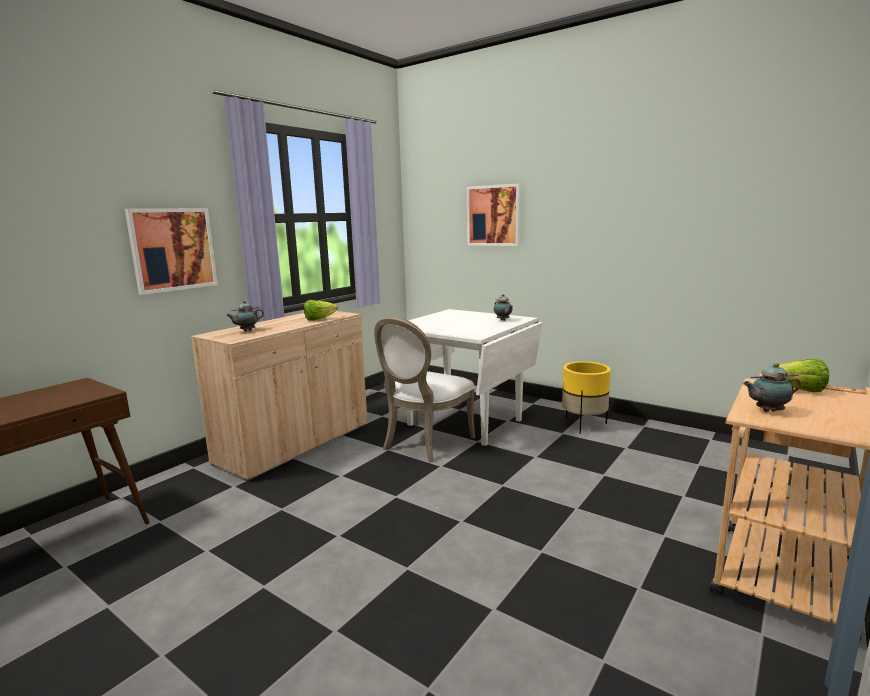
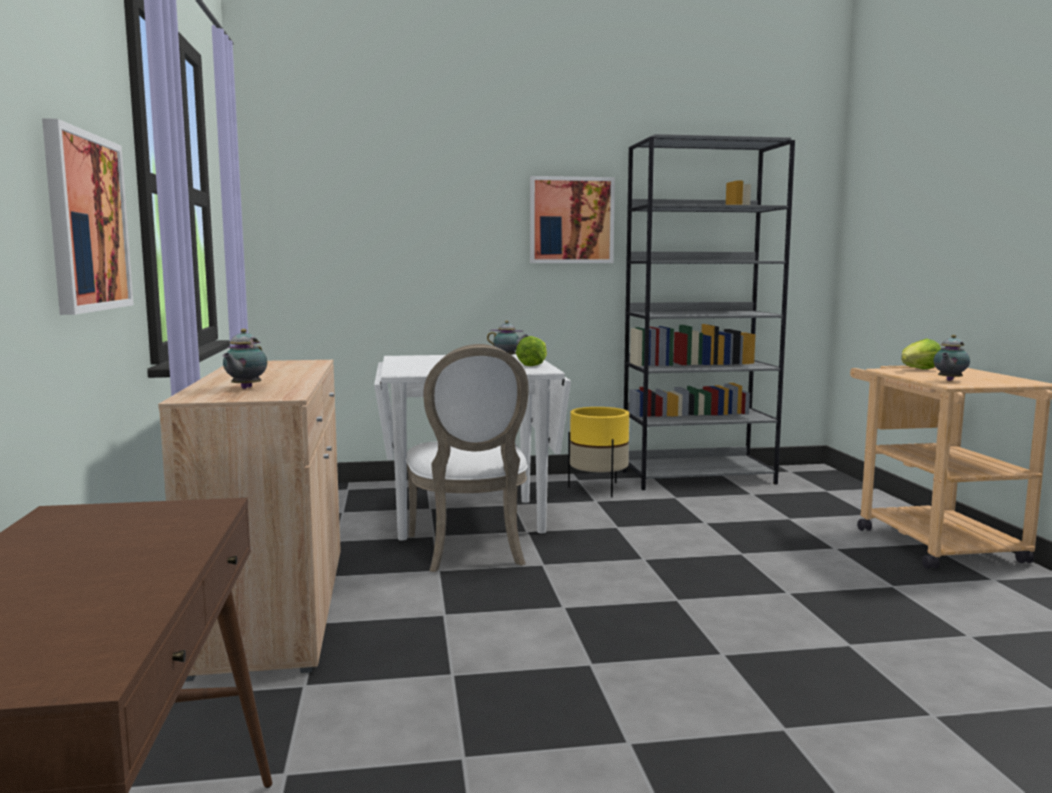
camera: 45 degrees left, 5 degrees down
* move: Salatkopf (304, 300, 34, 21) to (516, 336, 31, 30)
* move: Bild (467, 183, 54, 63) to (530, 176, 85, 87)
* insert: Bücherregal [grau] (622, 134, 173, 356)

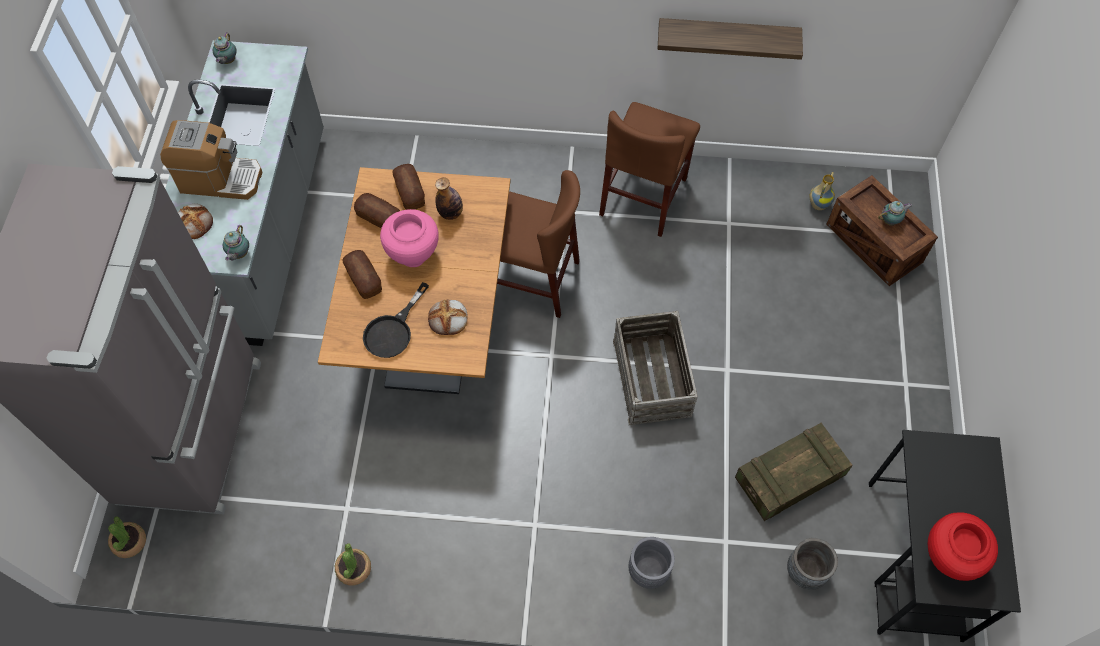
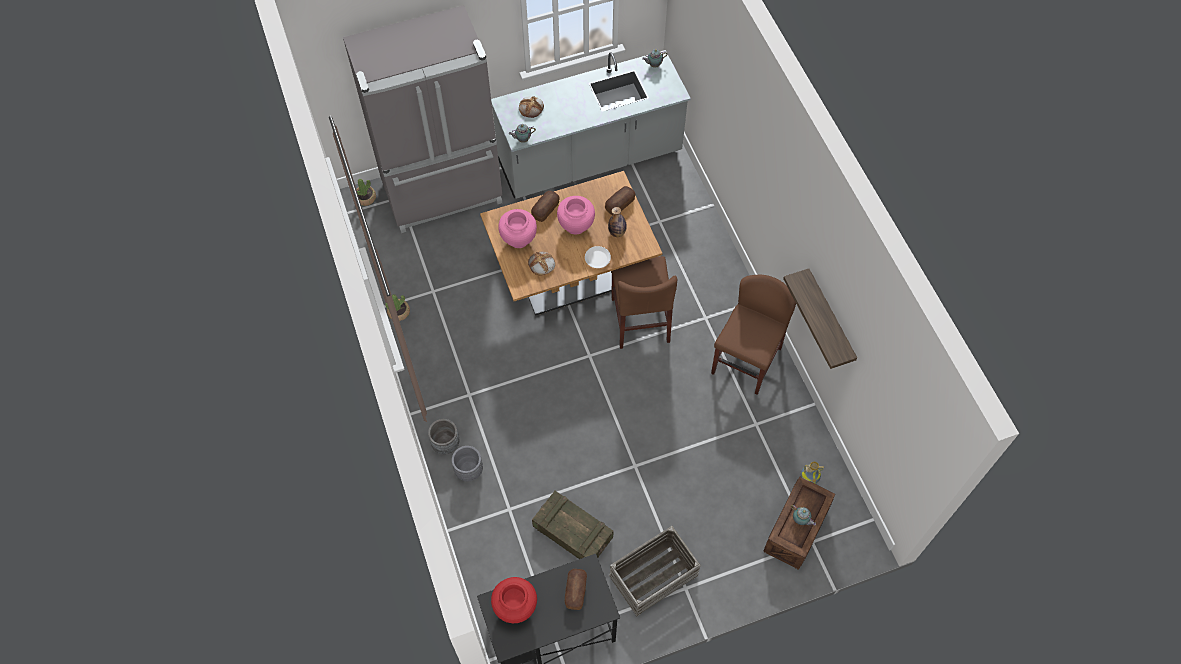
camera: 65 degrees right, 0 degrees up
* delete: Kaffeemaschine (160, 120, 102, 80)
* move: Brot (354, 193, 46, 35) to (565, 569, 22, 41)
* replace: Pfanne [schwarz] (363, 282, 66, 76) to Vase [rosa] (498, 209, 39, 39)
* rotate: Stuhl [braun] (599, 102, 101, 135) = (711, 275, 85, 120) 120 degrees clockwise
* move: Kiste (613, 311, 85, 114) to (609, 526, 92, 90)
* move: Pflanzkübel [grau] (787, 538, 51, 52) to (428, 419, 31, 35)
* insert: Teller [weiß] (585, 246, 26, 22)

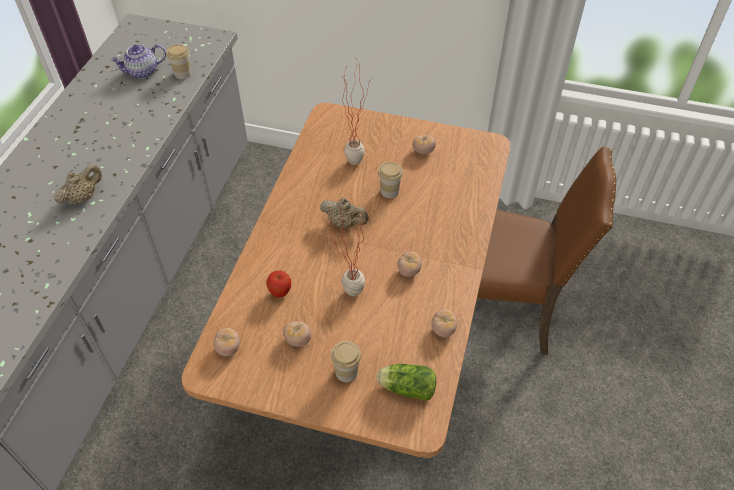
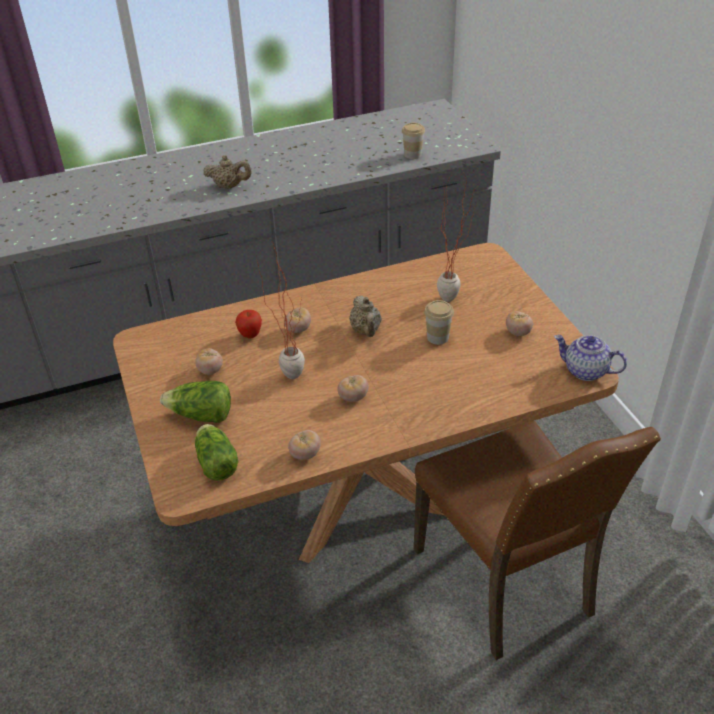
camera: 55 degrees right, 10 degrees down
* move: Teekanne (110, 44, 56, 35) to (554, 335, 73, 46)
* move: Tomate (213, 328, 27, 29) to (284, 308, 27, 25)
* replace: Tasse (331, 341, 30, 41) to Salatkopf (160, 381, 71, 42)

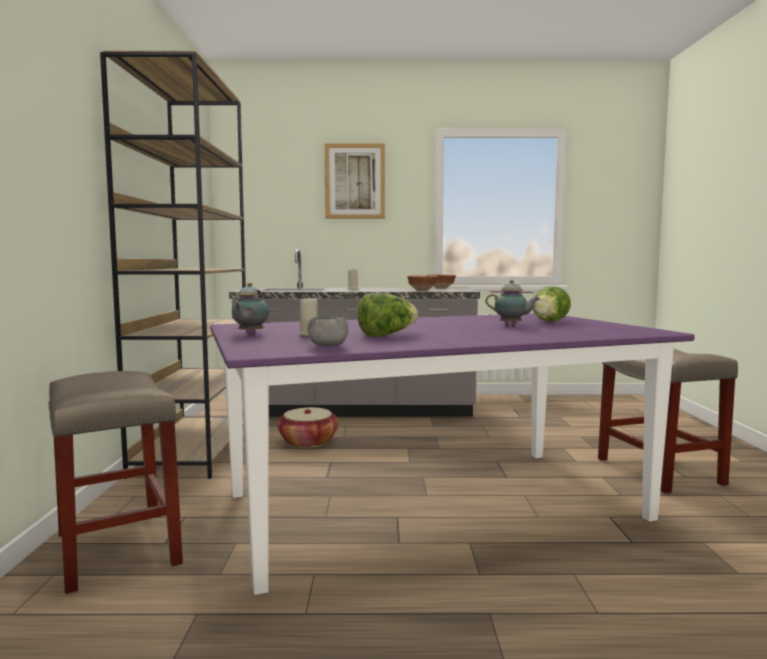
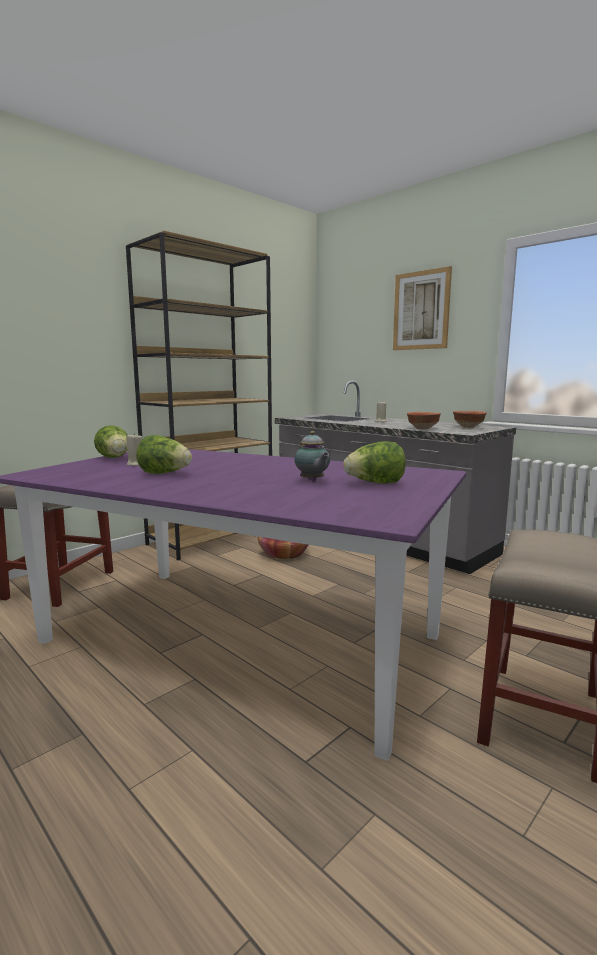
camera: 45 degrees right, 5 degrees up
* replace: Teekanne (232, 283, 37, 52) to Salatkopf (94, 425, 34, 33)
* delete: Schüssel [grau] (307, 316, 42, 31)

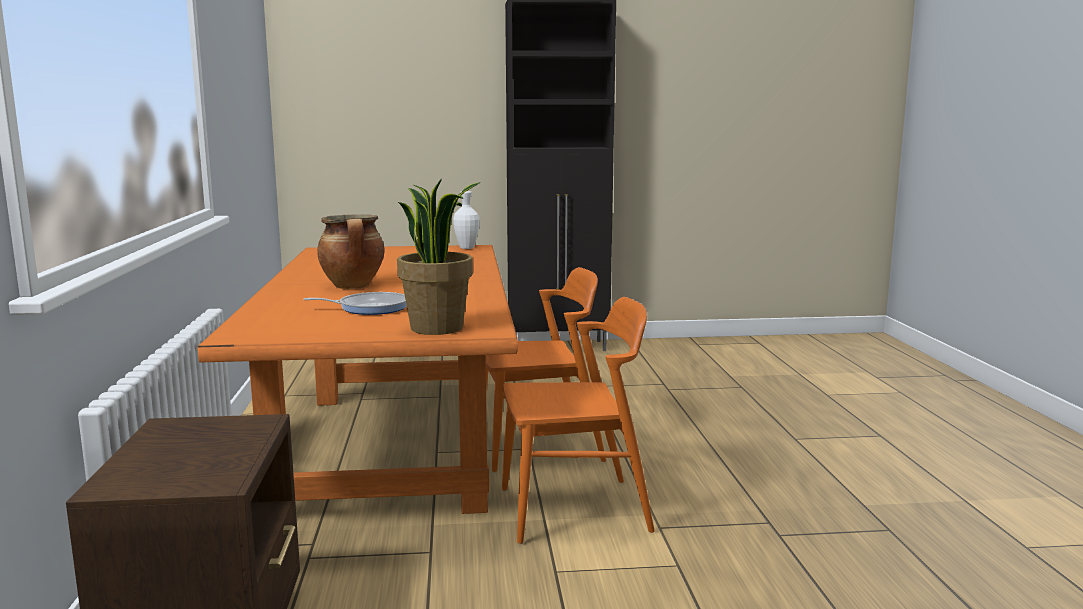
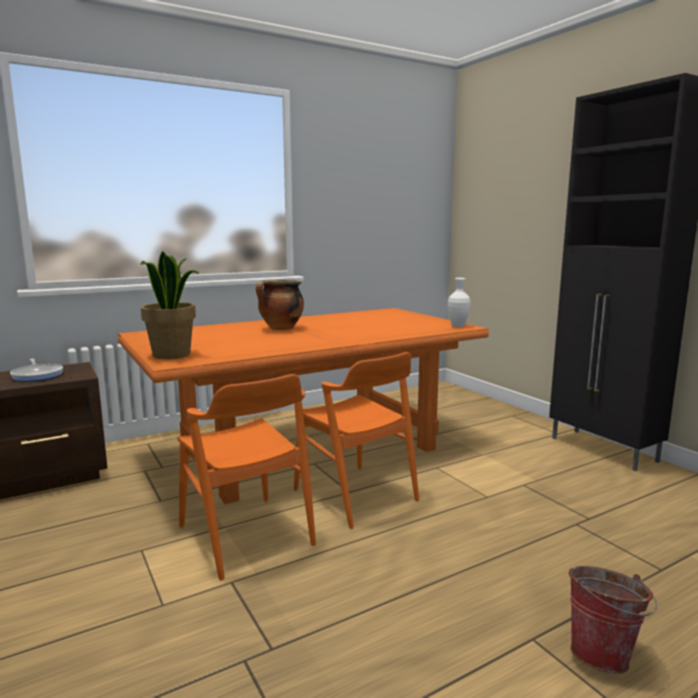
camera: 65 degrees right, 0 degrees up
* move: Pfanne (303, 292, 104, 23) to (10, 359, 53, 22)
* insert: Eimer (569, 566, 88, 108)

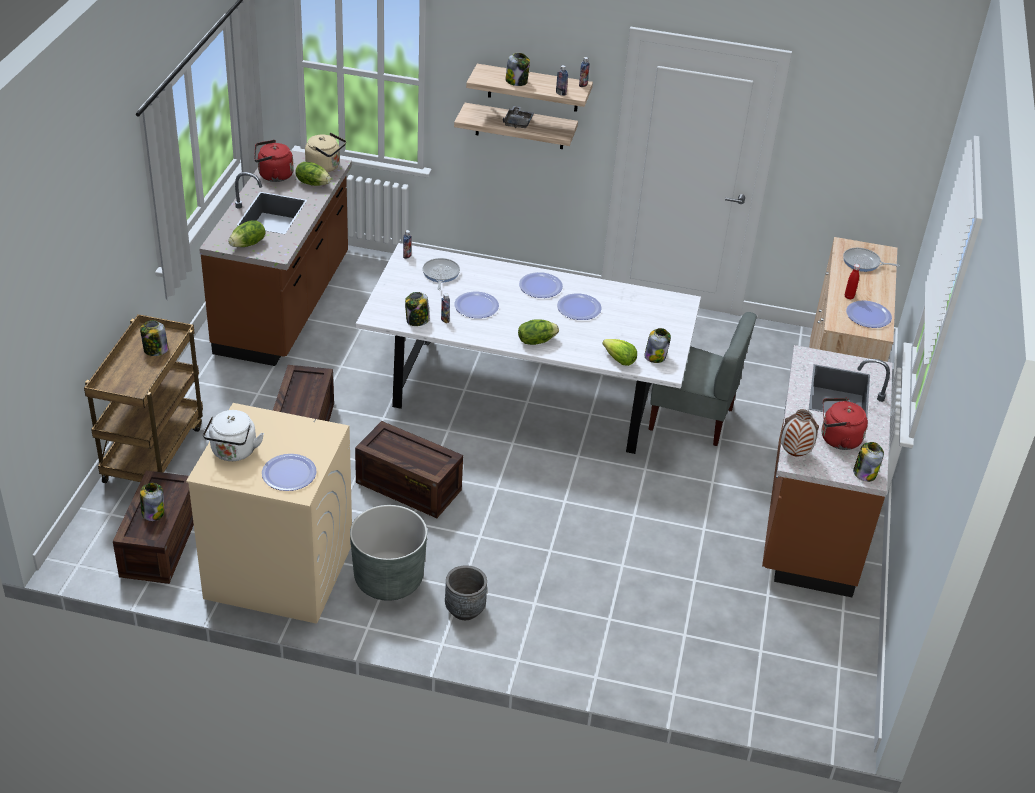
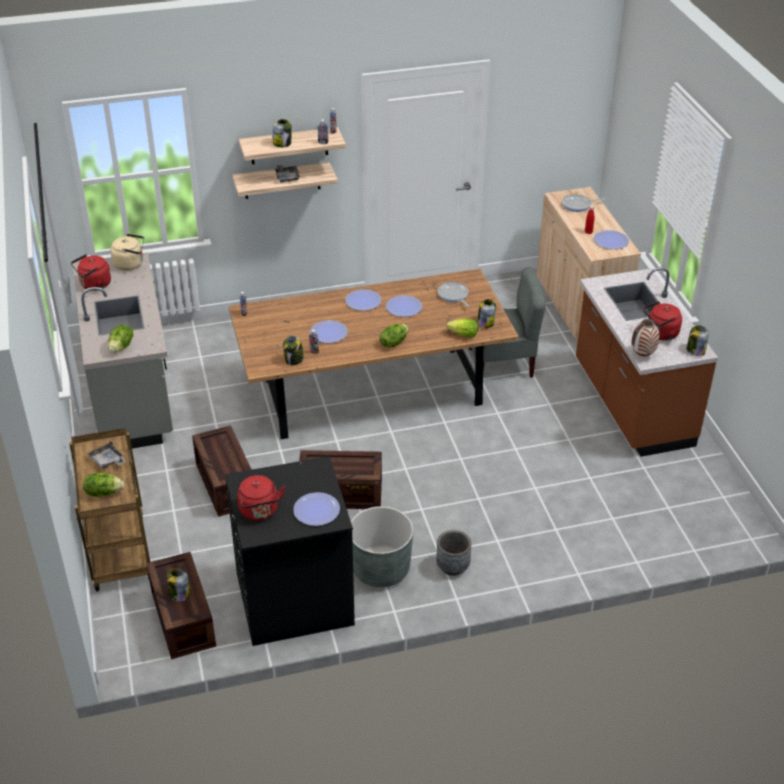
camera: 25 degrees left, 0 degrees up
* replace: Vorratsglas (140, 320, 29, 36) to Tablett [grau] (87, 441, 39, 27)
* recolor: Waschmaschine [beige] (186, 403, 166, 221) to Waschmaschine [schwarz] (225, 456, 130, 190)
* recolor: Küchenzeile [braun] (199, 150, 153, 216) to Küchenzeile [grau] (73, 252, 100, 197)
* recolor: Wasserkessel [weiß] (203, 410, 61, 51) to Wasserkessel [rot] (237, 475, 48, 46)
* move: Salatkopf (295, 162, 36, 24) to (83, 472, 41, 25)
* recolor: Esstisch [weiß] (356, 243, 345, 211) to Esstisch [braun] (229, 269, 290, 170)
* move: Pfanne (423, 258, 37, 32) to (438, 282, 31, 25)

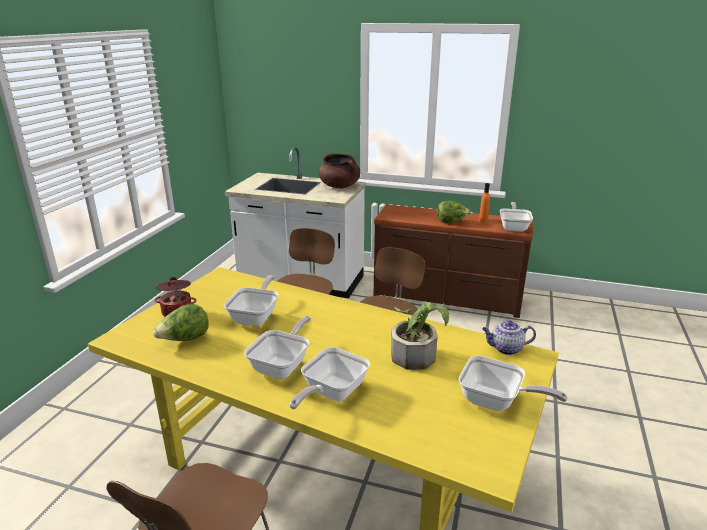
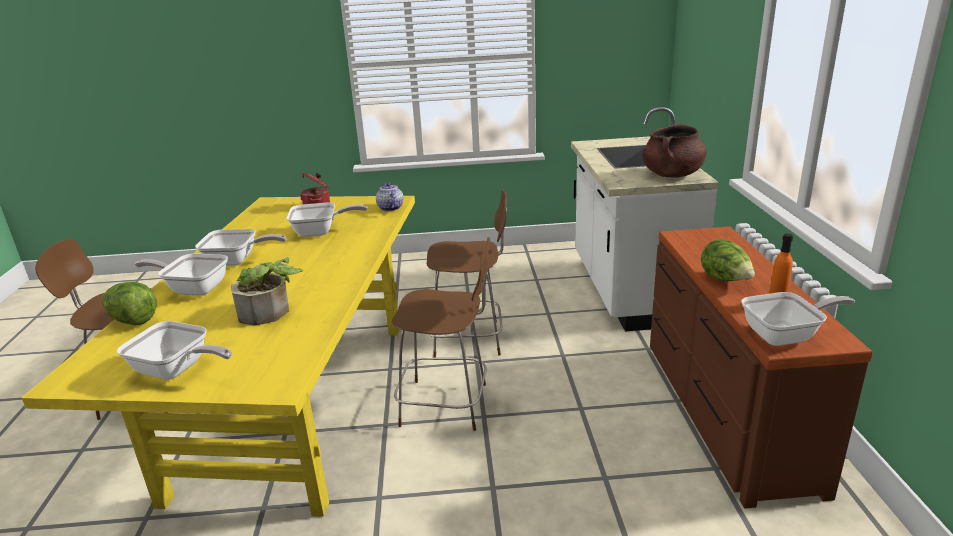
camera: 70 degrees right, 0 degrees up
* move: Salatkopf (153, 304, 56, 37) to (102, 282, 55, 44)
* rotate: Pfanne (458, 356, 110, 55) = (117, 321, 115, 59) 75 degrees counterclockwise
* move: Teekanne (482, 320, 54, 35) to (376, 183, 28, 28)

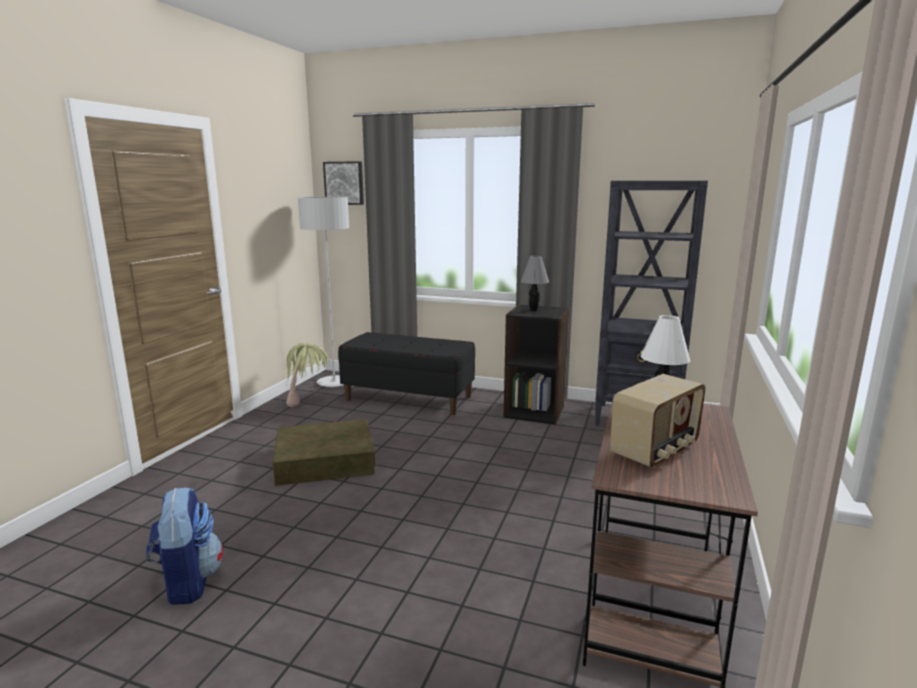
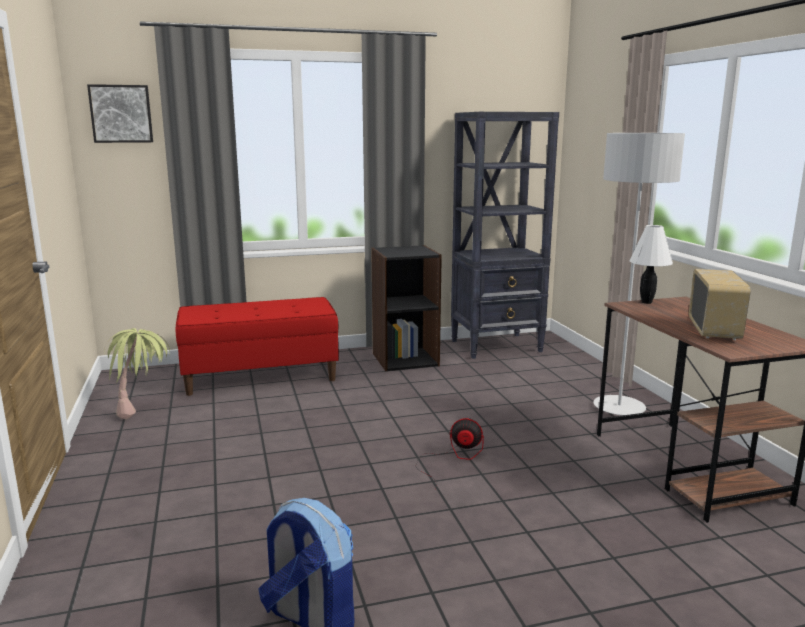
camera: 35 degrees left, 0 degrees up
* delete: Aufbewahrungsbox [braun] (272, 419, 103, 67)
* move: Stehlampe [grau] (298, 197, 51, 190) to (593, 133, 92, 282)
* recolor: Bank [schwarz] (338, 332, 137, 83) to Bank [rot] (176, 297, 163, 99)
* delete: Tischlampe [grau] (521, 256, 28, 55)
* insert: Ventilator (417, 418, 67, 72)

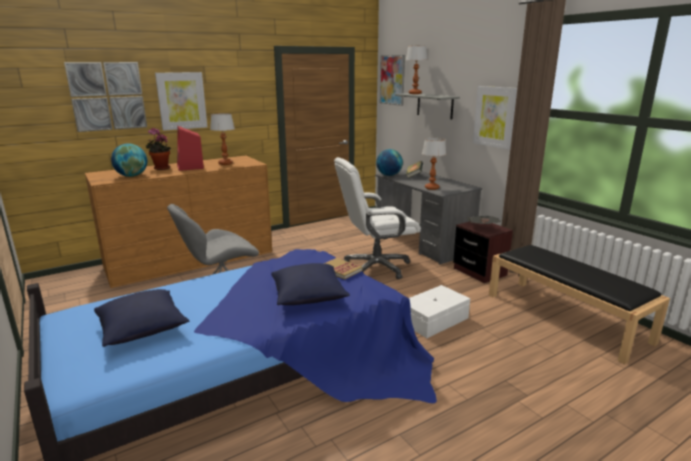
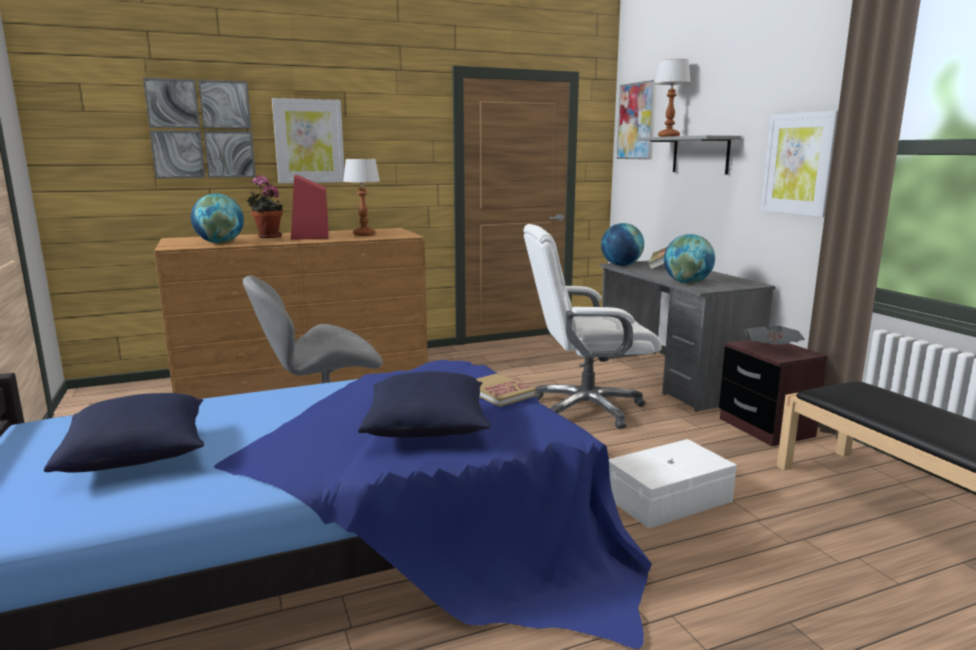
camera: 10 degrees right, 5 degrees down
* replace: Tischlampe (422, 138, 24, 52) to Globus (664, 234, 51, 50)

